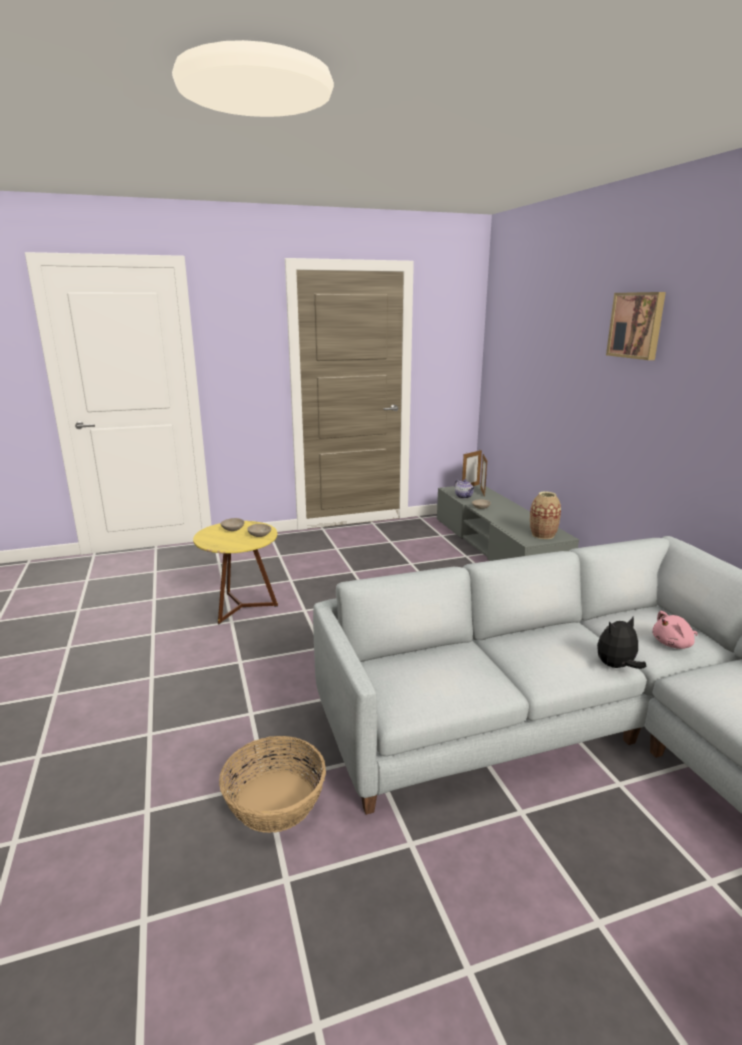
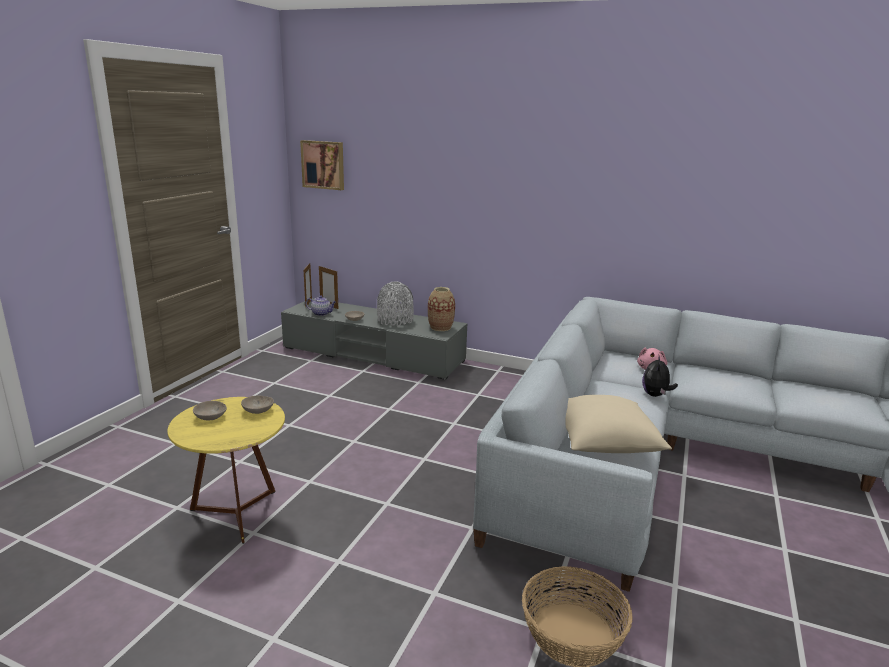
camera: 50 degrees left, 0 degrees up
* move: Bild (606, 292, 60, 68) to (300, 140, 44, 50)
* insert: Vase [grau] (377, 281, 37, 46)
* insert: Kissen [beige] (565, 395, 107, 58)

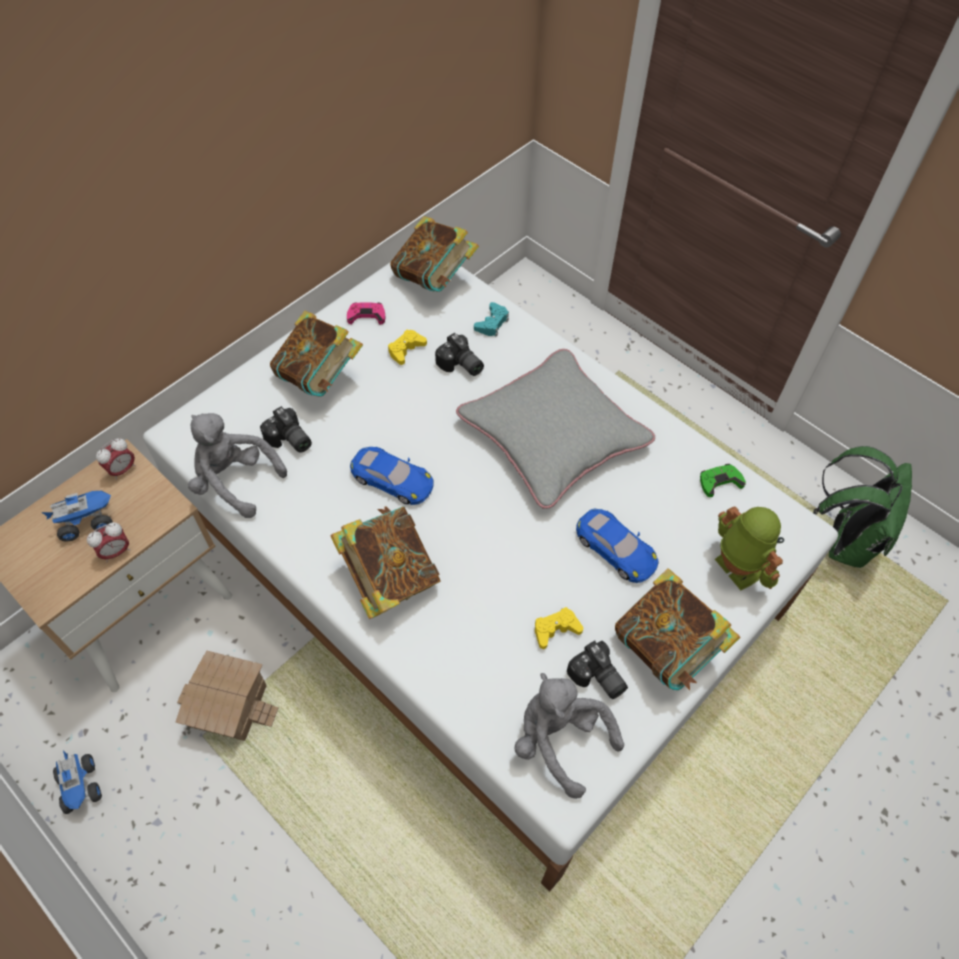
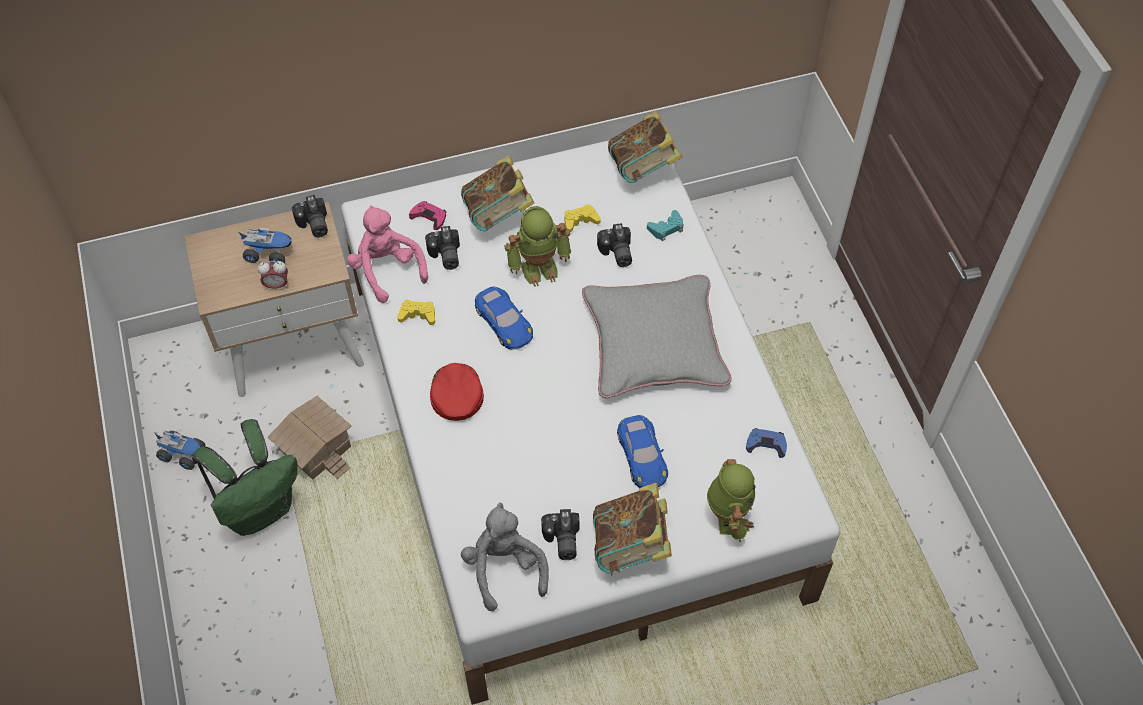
camera: 30 degrees right, 0 degrees up
* rotate: Spielzeuglaster (53, 750, 49, 64) = (154, 431, 51, 39) 75 degrees counterclockwise
* replace: Wecker (96, 438, 40, 42) to Kamera (292, 195, 36, 43)
* recolor: Plüschtier [grau] (188, 413, 99, 105) to Plüschtier [rosa] (347, 205, 81, 98)
* replace: Buch (331, 506, 110, 113) to Kappe [rot] (430, 363, 54, 58)
* move: Gamepad [rosa] (347, 302, 38, 23) to (409, 201, 38, 29)
* move: Gamepad [gelb] (535, 607, 48, 42) to (397, 300, 38, 25)
* recolor: Gamepad [grün] (700, 464, 46, 33) to Gamepad [blau] (746, 428, 41, 30)
* move: Rucksack [grün] (813, 446, 99, 122) to (192, 419, 106, 117)
* insert: Spielzeugroboter (504, 206, 67, 81)

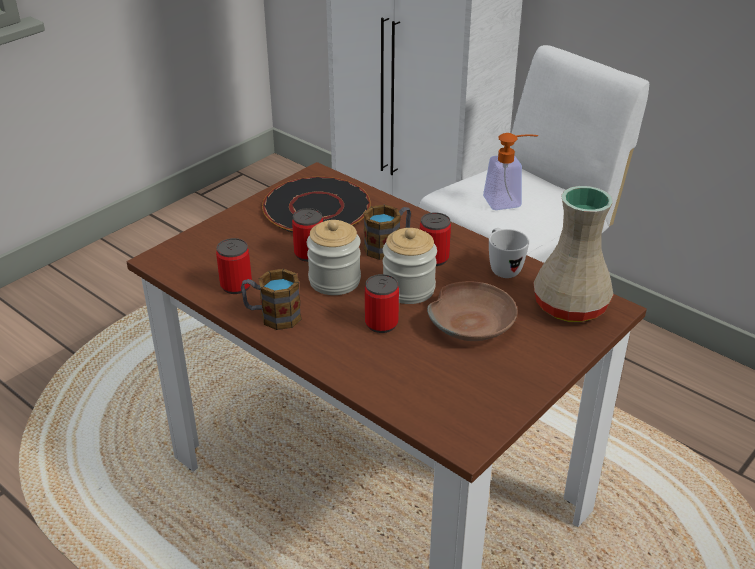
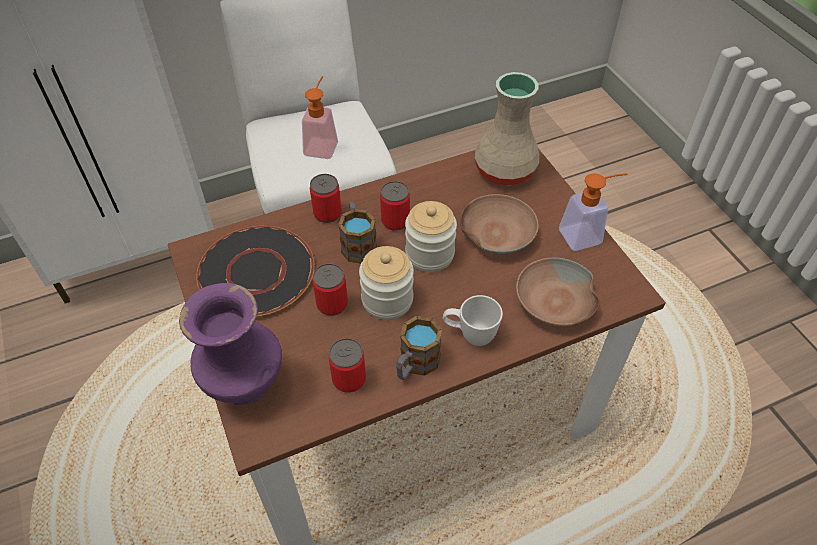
camera: 65 degrees left, 15 degrees up
* move: Dose (365, 274, 34, 59) to (310, 174, 32, 49)
* move: Henkelbecher [weiß] (489, 228, 40, 50) to (443, 295, 60, 51)
* insert: Vase [lila] (179, 283, 103, 122)
* insert: Schüssel [braun] (516, 258, 84, 69)
* insert: Seifenspender (559, 173, 69, 78)

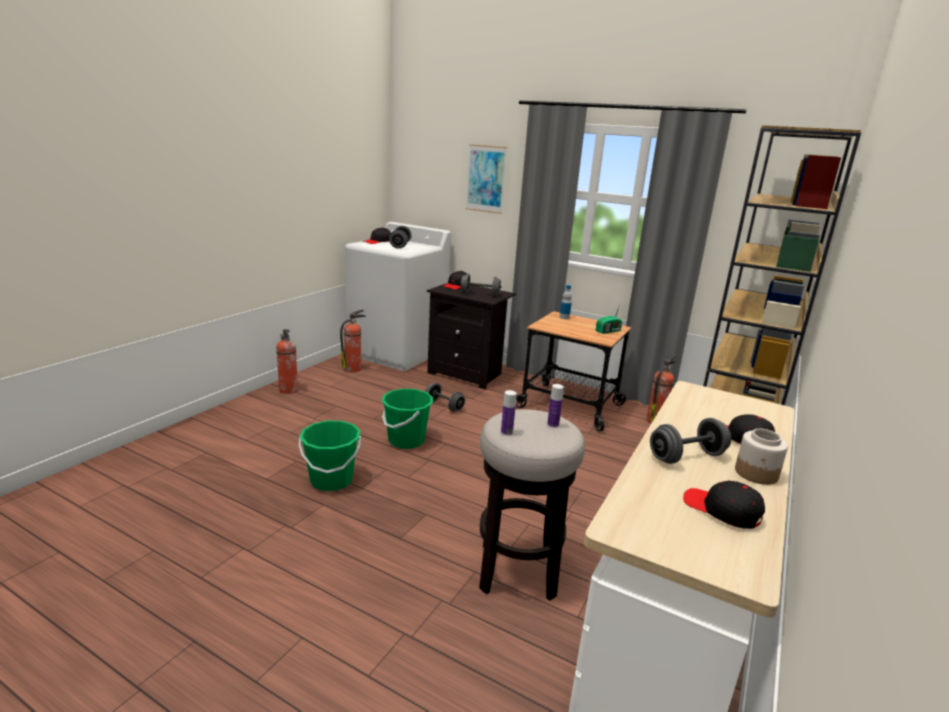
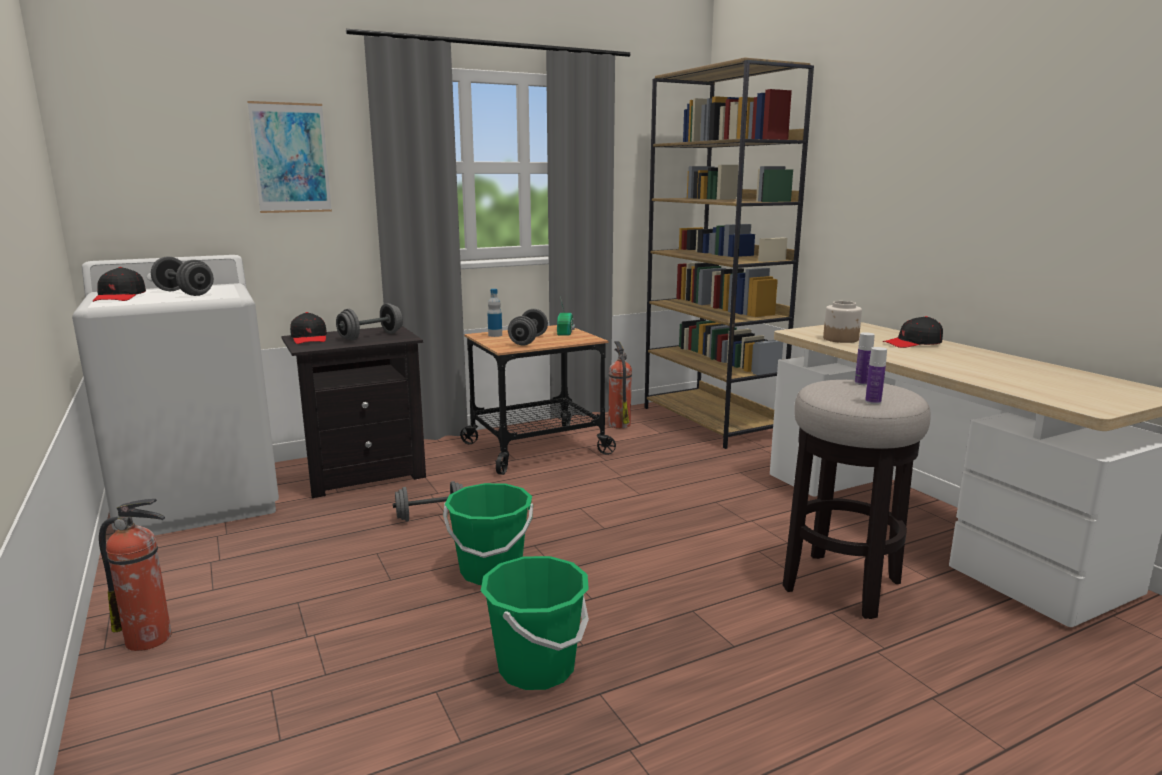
camera: 55 degrees left, 5 degrees down
* delete: Feuerlöscher (340, 309, 26, 63)
* move: Hantel [grau] (650, 418, 81, 46) to (508, 309, 40, 36)
* delete: Kappe [schwarz] (683, 481, 82, 48)
* move: Vorratsglas (735, 429, 53, 56) to (823, 301, 39, 42)

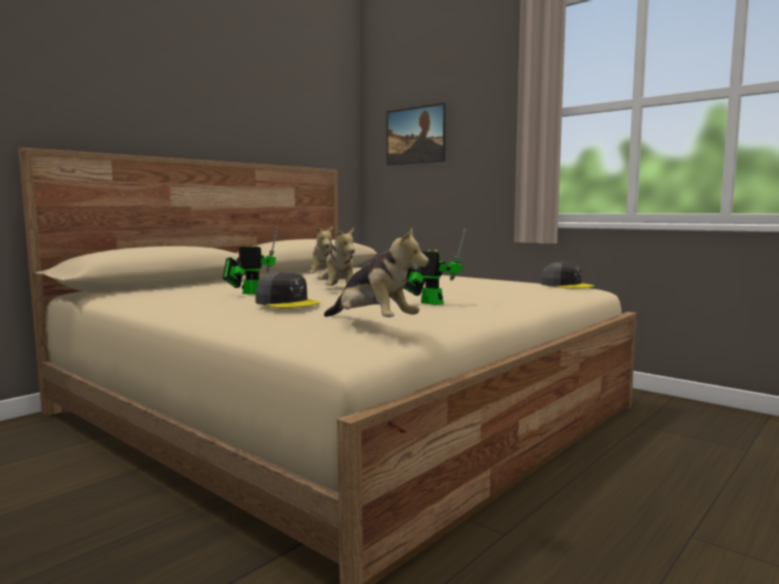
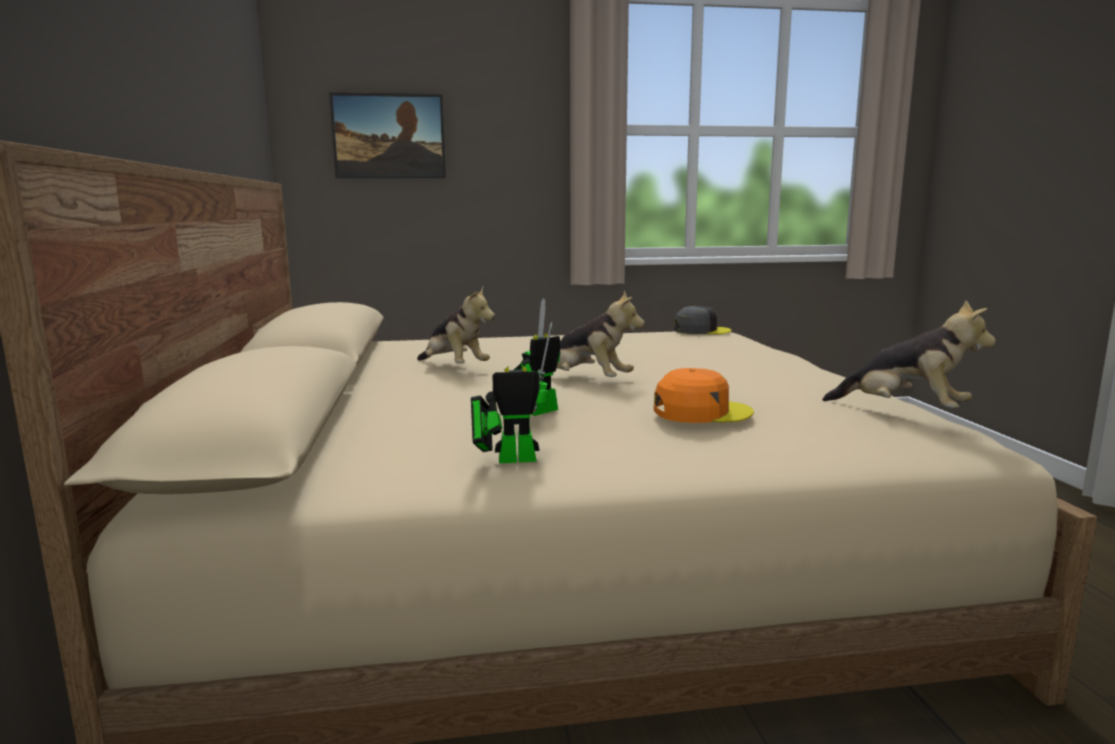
camera: 50 degrees left, 5 degrees up
* recolor: Kappe [grau] (255, 271, 65, 37) to Kappe [orange] (654, 368, 100, 55)
* rotate: Plüschtier (324, 228, 105, 89) = (822, 300, 174, 108) 45 degrees clockwise
* move: Spielzeugroboter (403, 229, 63, 76) to (471, 322, 81, 141)

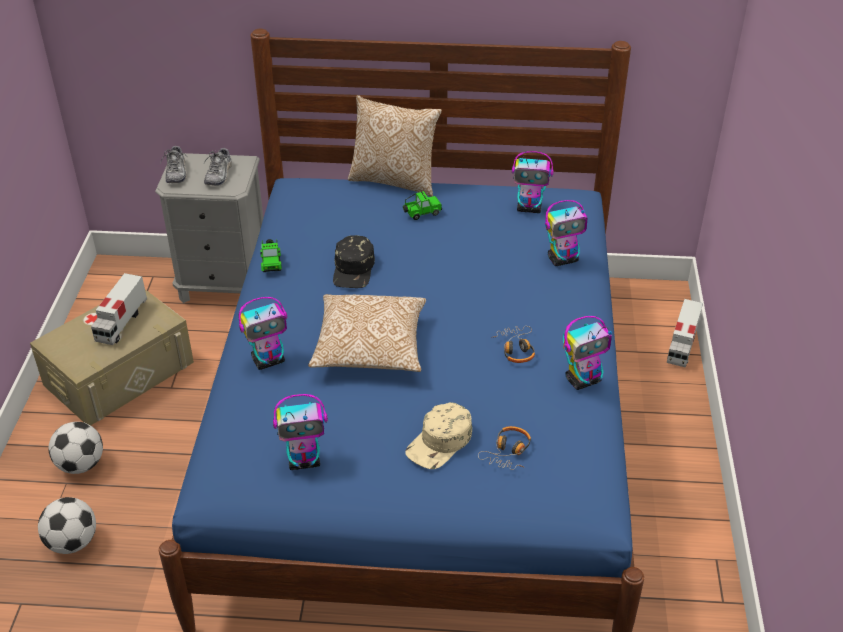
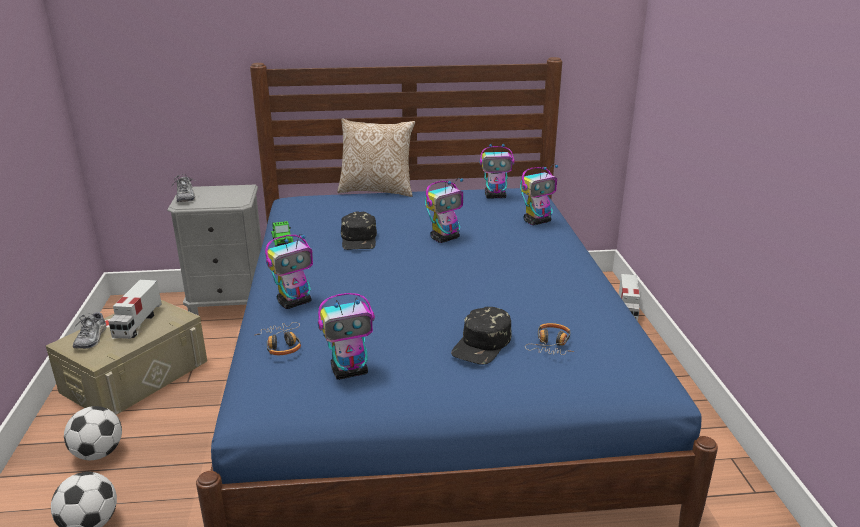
camera: 10 degrees left, 15 degrees down
* move: Schuh (204, 146, 28, 40) to (73, 311, 33, 38)
* delete: Kissen (308, 294, 118, 78)
* delete: Spielzeugauto (403, 191, 39, 29)
* recolor: Kappe [beige] (406, 402, 66, 67) to Kappe [schwarz] (451, 307, 61, 58)
* move: Kopfhörer (491, 326, 44, 37) to (256, 322, 45, 33)
* move: Spielzeugroboter (563, 316, 49, 74) to (425, 178, 38, 65)

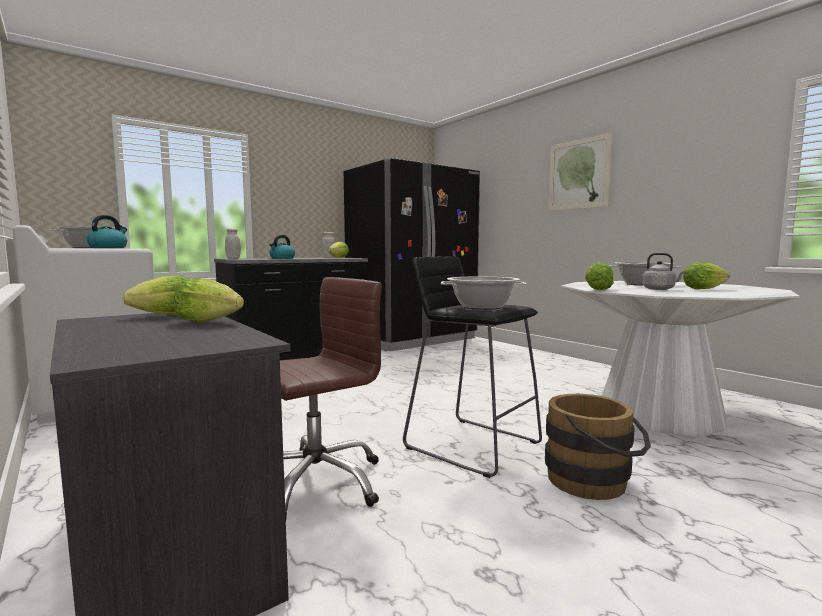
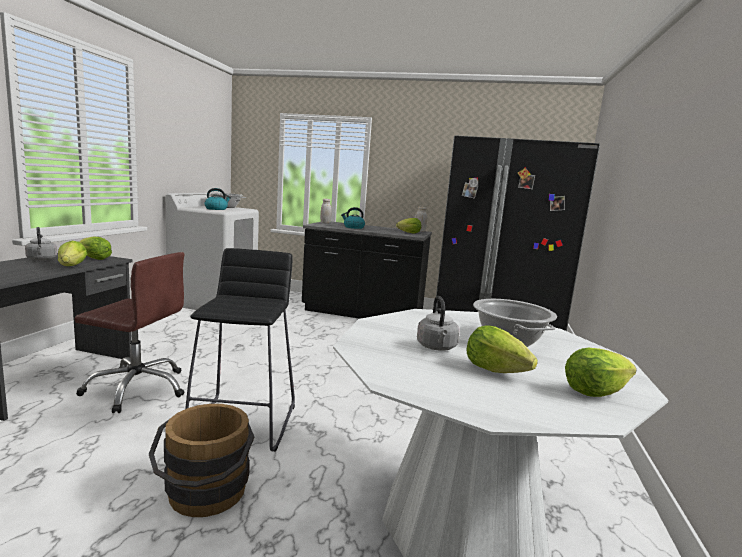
camera: 50 degrees right, 5 degrees up
* delete: Kochtopf (441, 277, 86, 33)
* delete: Bild (549, 133, 63, 78)
* move: Salatkopf (585, 262, 29, 28) to (565, 348, 72, 49)
* insert: Wasserkessel [grau] (25, 227, 32, 33)

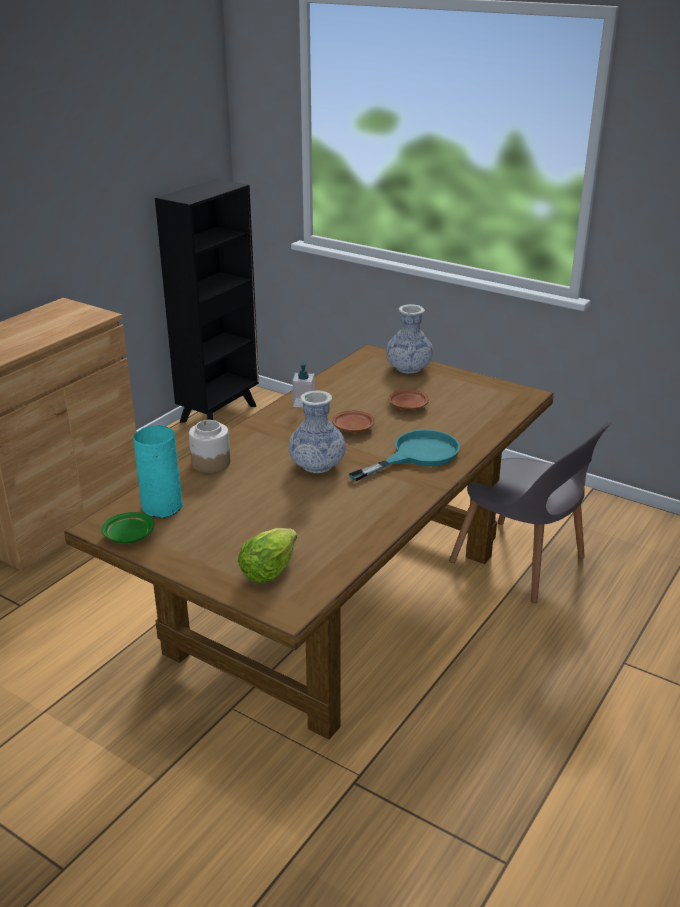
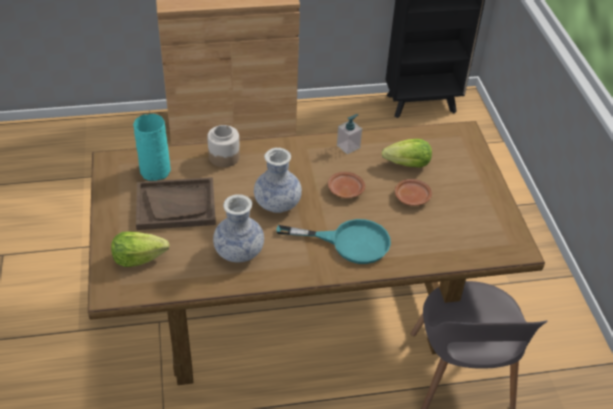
camera: 45 degrees right, 15 degrees up
* delete: Teller [grün] (101, 512, 53, 31)
* move: Vase (386, 304, 47, 70) to (213, 194, 51, 69)
* insert: Tablett [braun] (136, 177, 80, 53)
* insert: Salatkopf (382, 139, 50, 29)

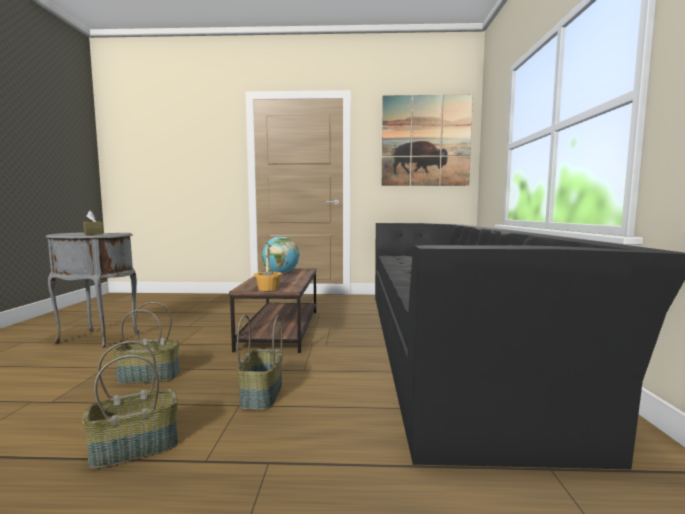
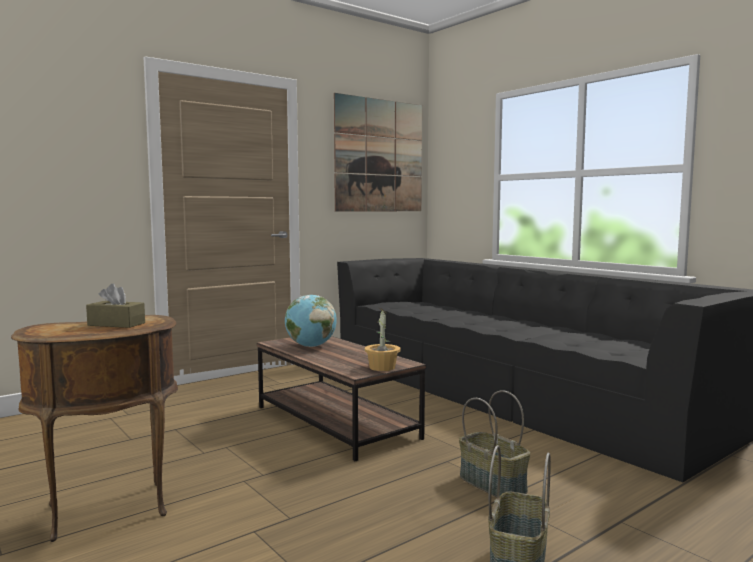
camera: 40 degrees left, 0 degrees up
* recolor: Beistelltisch [grau] (46, 233, 93, 115) to Beistelltisch [braun] (11, 315, 167, 227)
* delete: Korb (113, 302, 66, 82)

